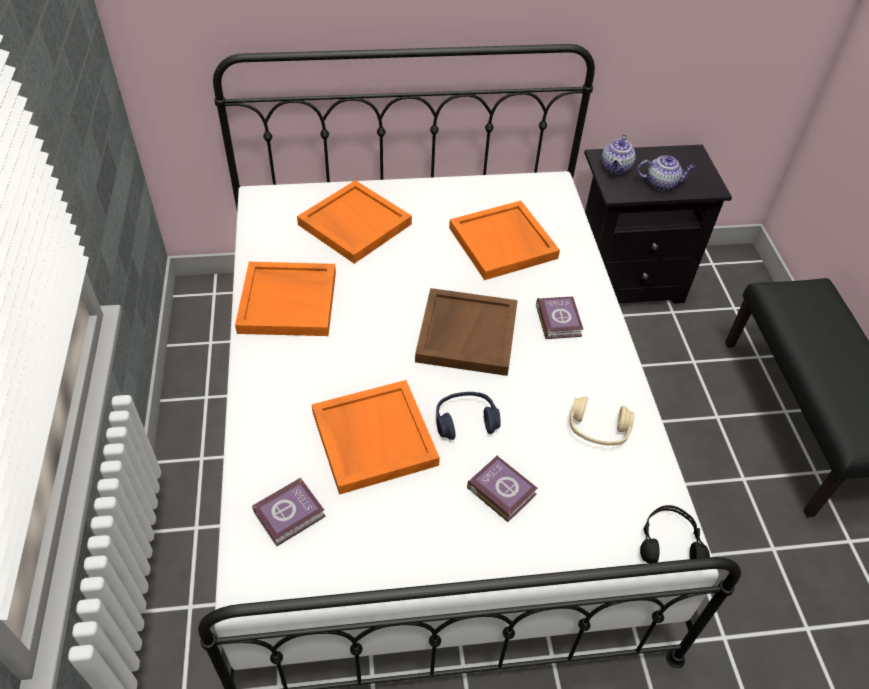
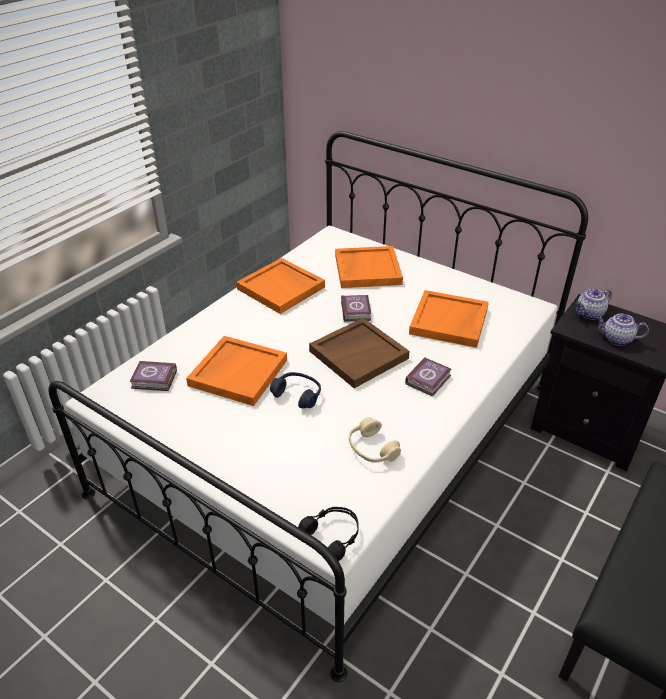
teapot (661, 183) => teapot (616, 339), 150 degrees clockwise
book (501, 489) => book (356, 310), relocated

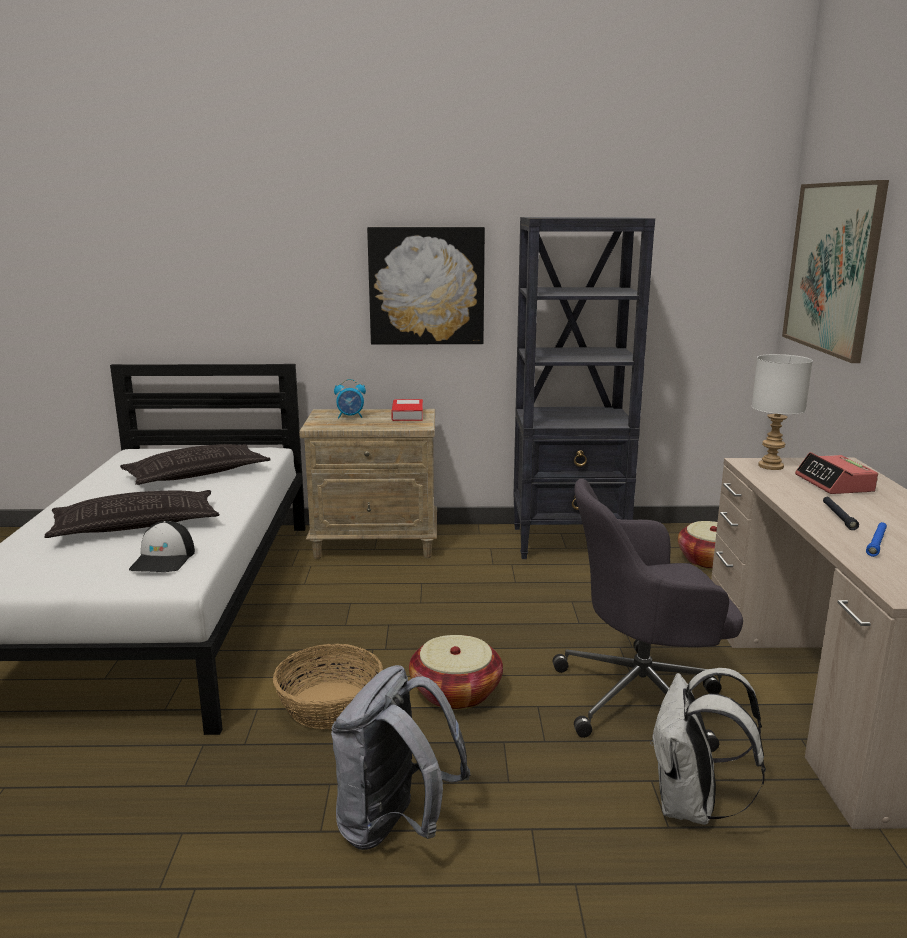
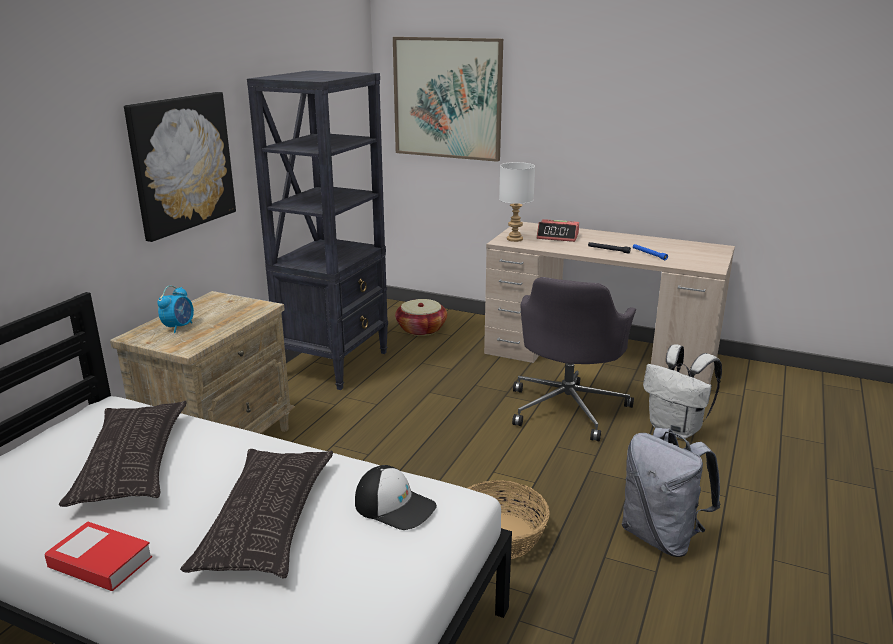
book (407, 414) => book (100, 562), relocated
basket (456, 692) => nothing

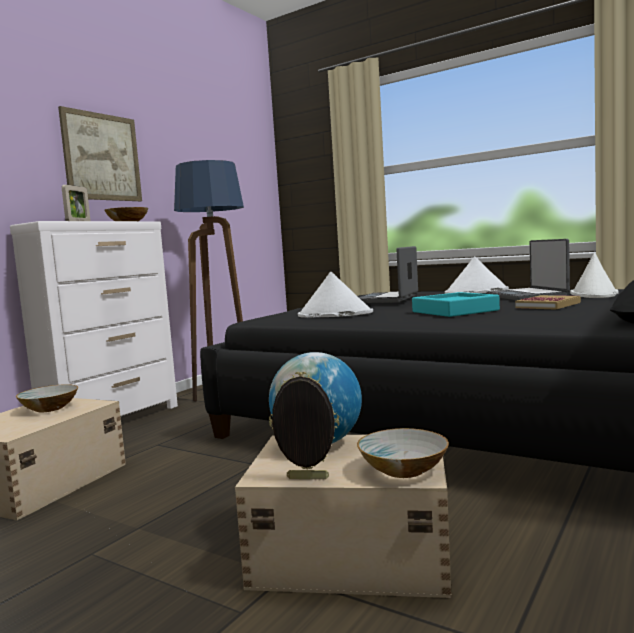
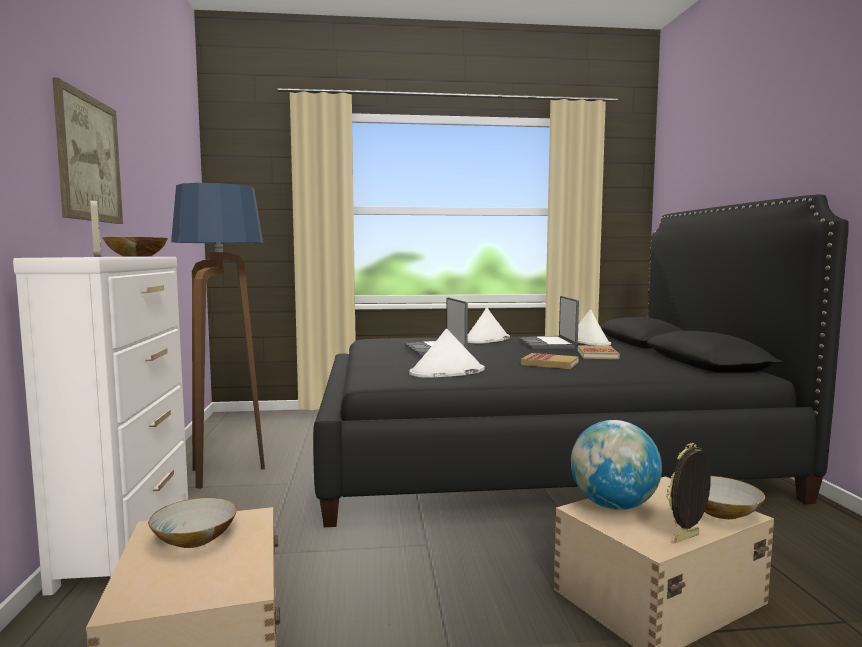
laptop (527, 296) => laptop (548, 344), 45 degrees clockwise
turquoise tray (455, 311) => book (550, 363)

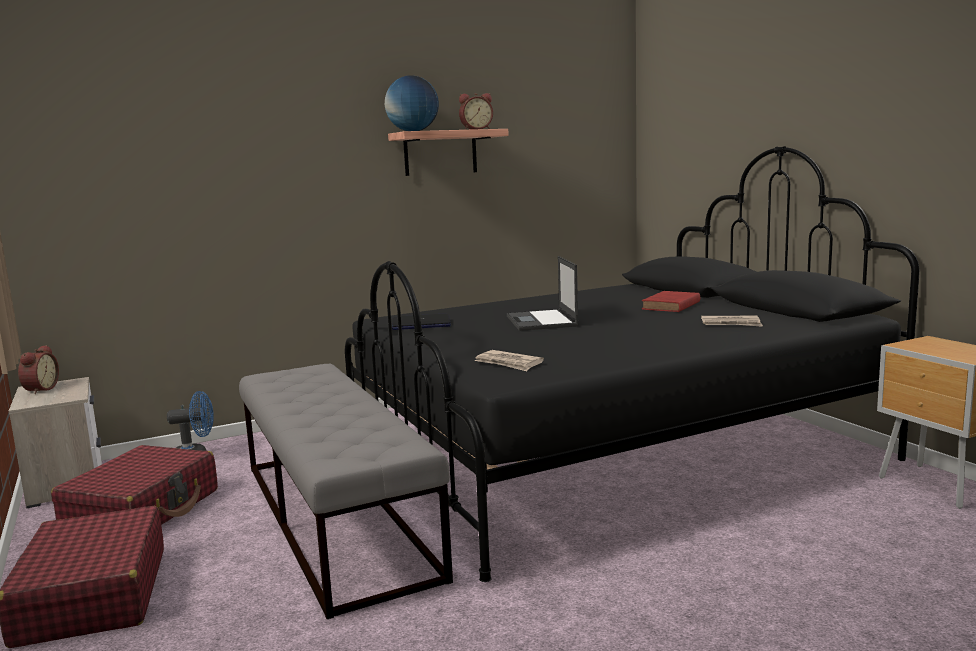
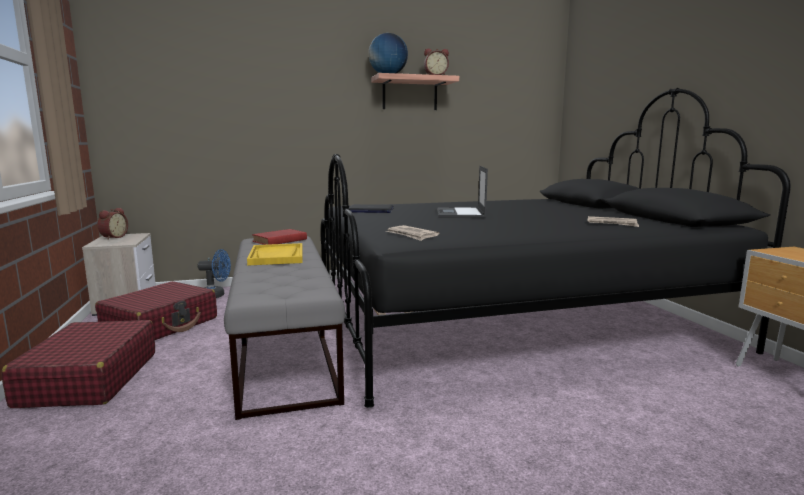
red book (670, 306) => red book (278, 241), relocated
nothing => yellow tray (277, 256)

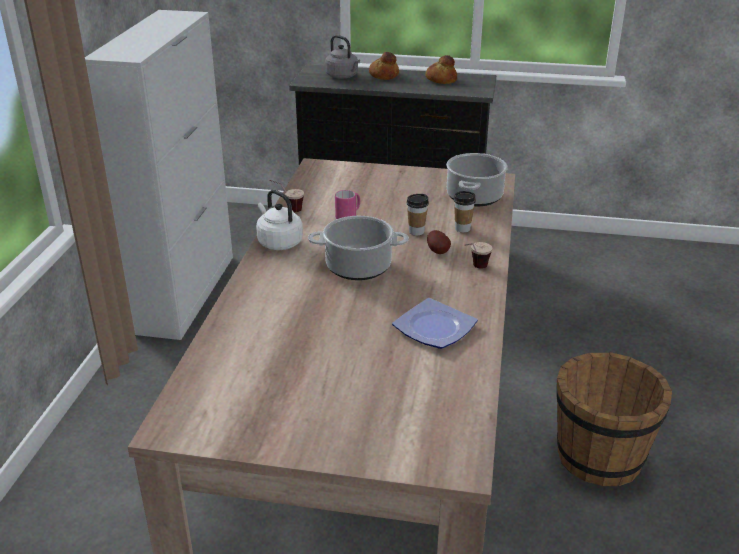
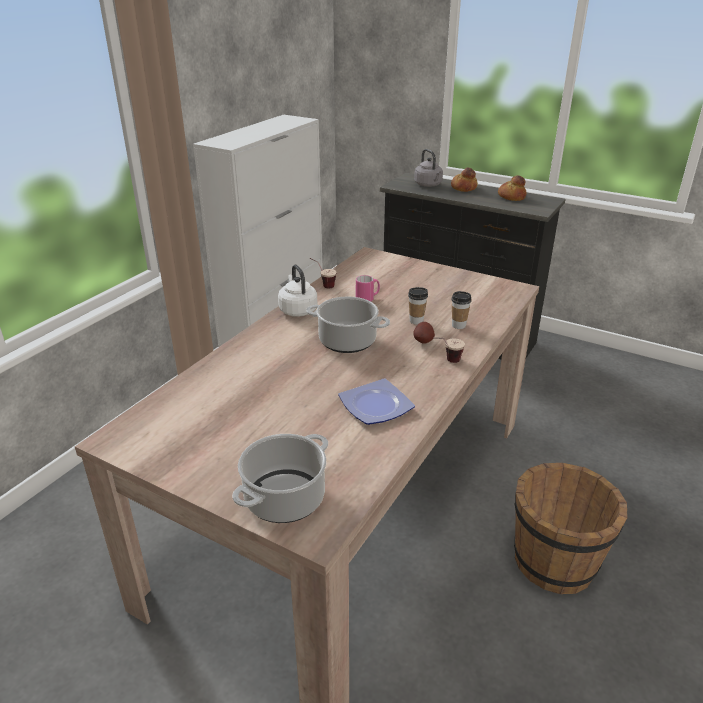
cooking pot (474, 196) => cooking pot (285, 497), relocated

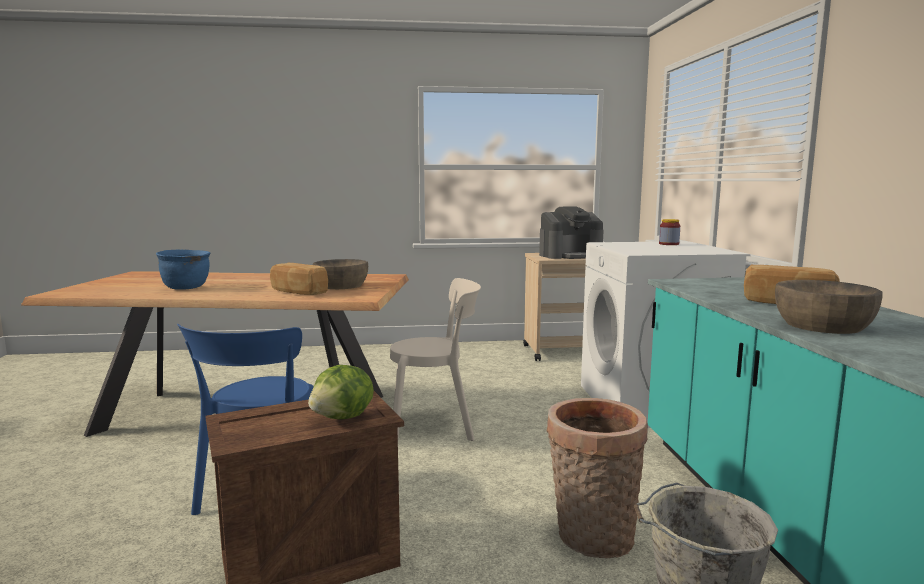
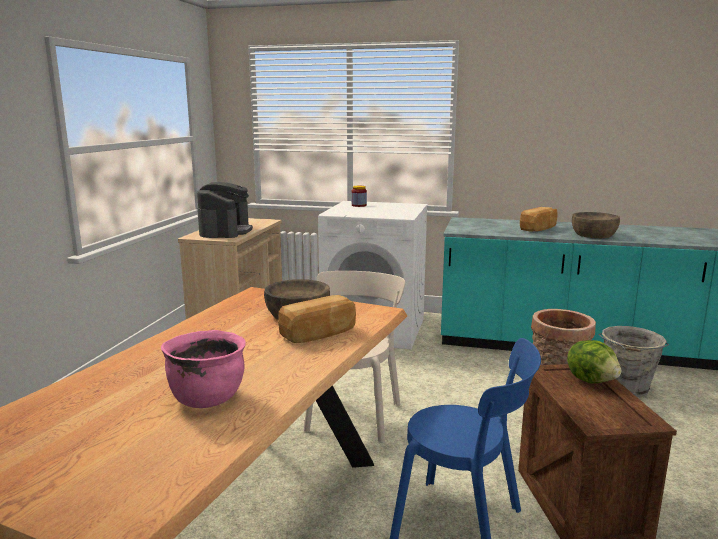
blue cooking pot (186, 288) => pink cooking pot (207, 398)

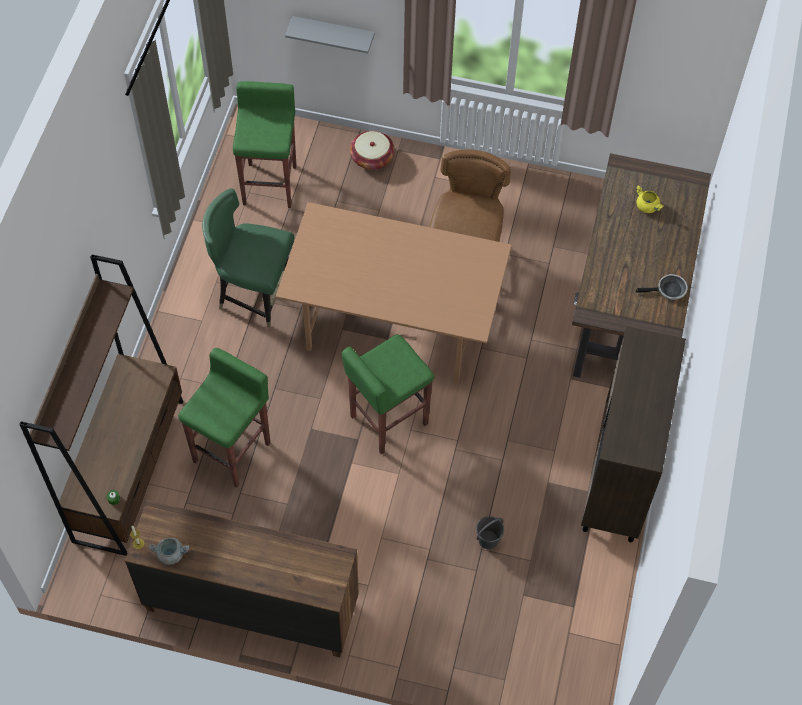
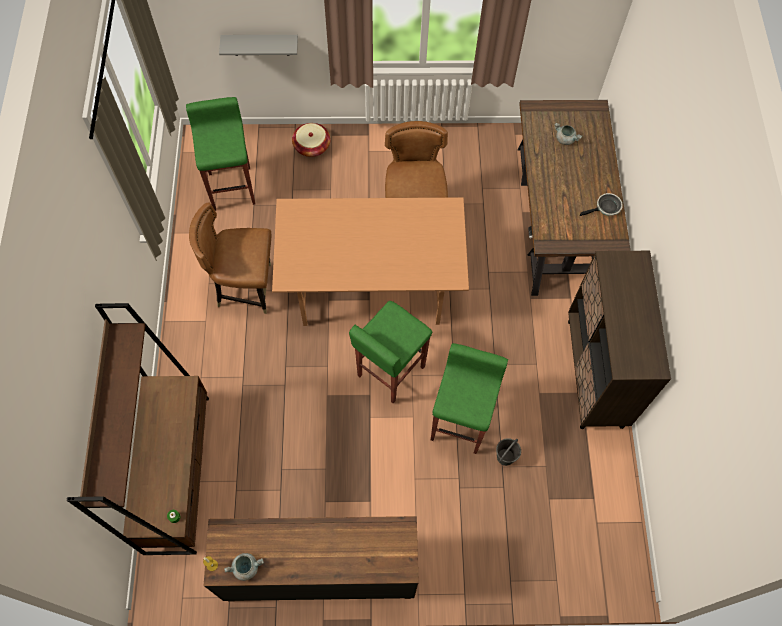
yellow cooking pot (647, 206) => grey cooking pot (565, 139)
green chair (254, 295) => brown chair (245, 287)
green stool (233, 452) => green stool (461, 422), relocated

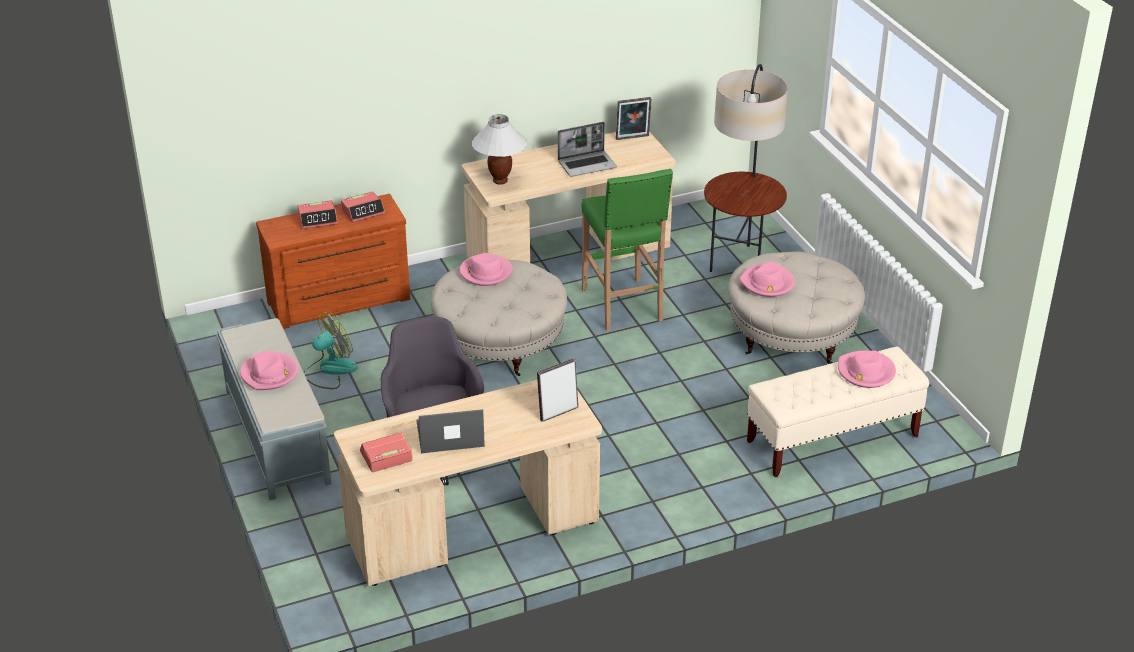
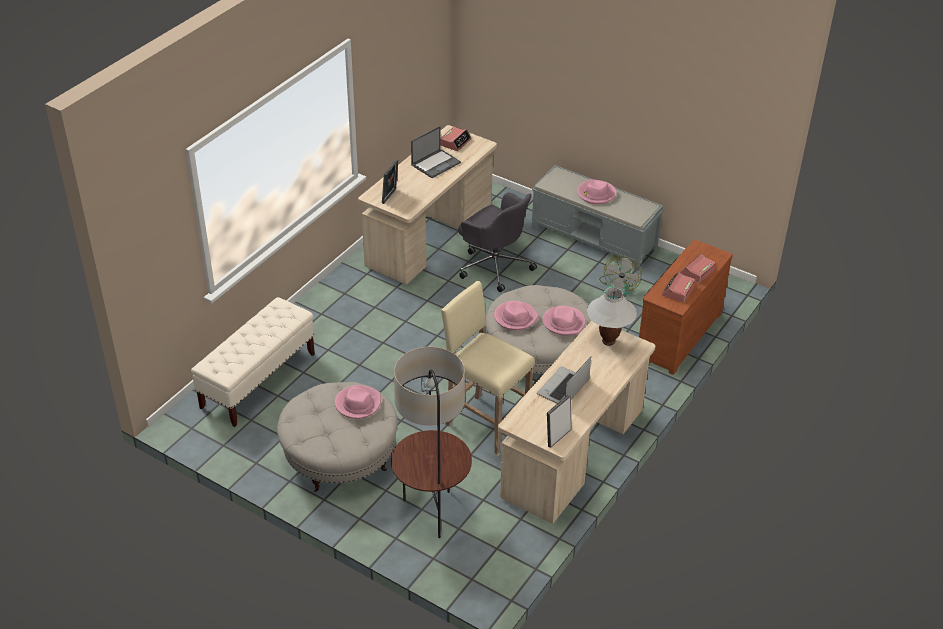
green stool (623, 306) => beige stool (485, 424)
pink hat (865, 372) => pink hat (515, 317), relocated

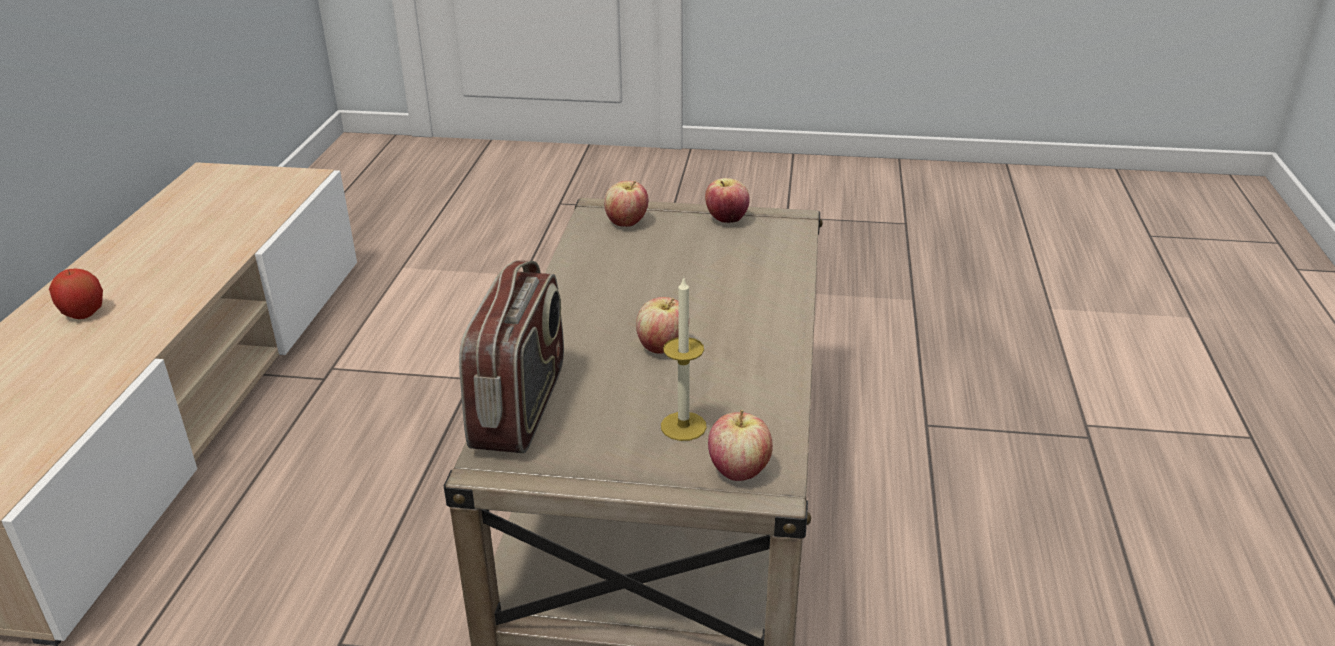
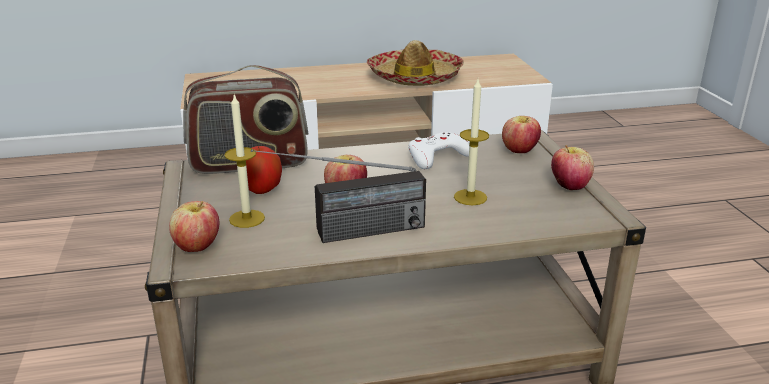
apple (83, 313) => apple (262, 189), relocated
nothing => hat (415, 77)
nothing => candle (470, 197)
nothing => white game controller (438, 156)
nothing => radio (343, 234)

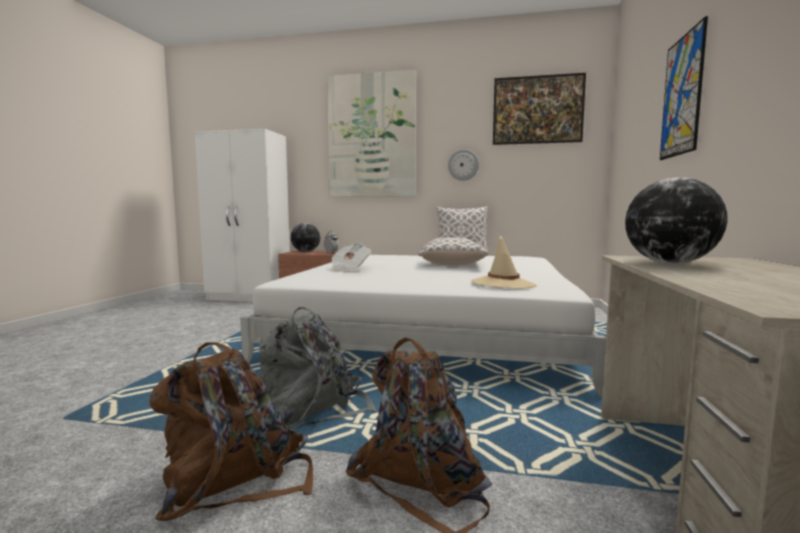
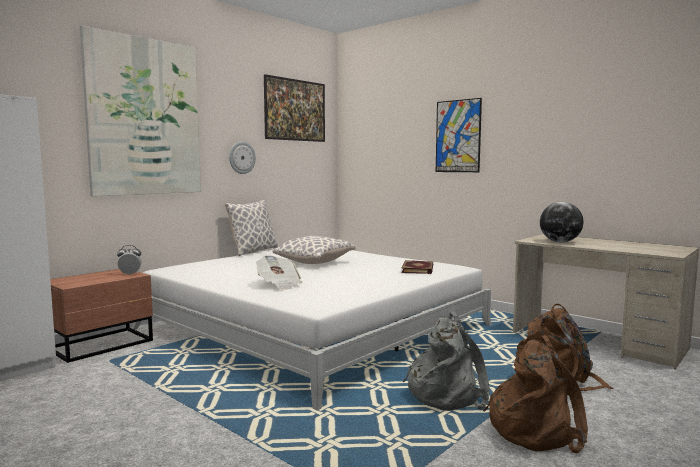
globe (306, 252) => nothing
beige hat (503, 284) => book (418, 269)

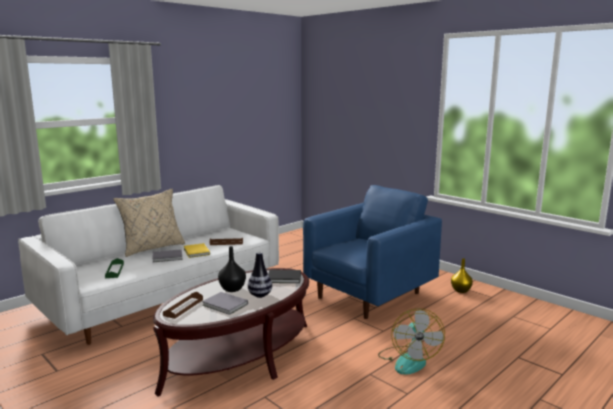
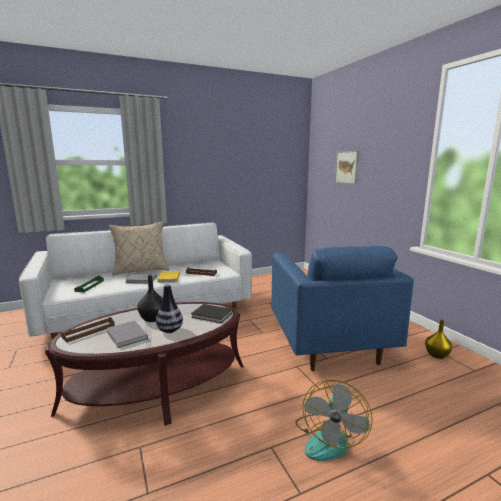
blue armchair (369, 295) => blue armchair (328, 343), 105 degrees clockwise
nothing => picture (346, 167)

